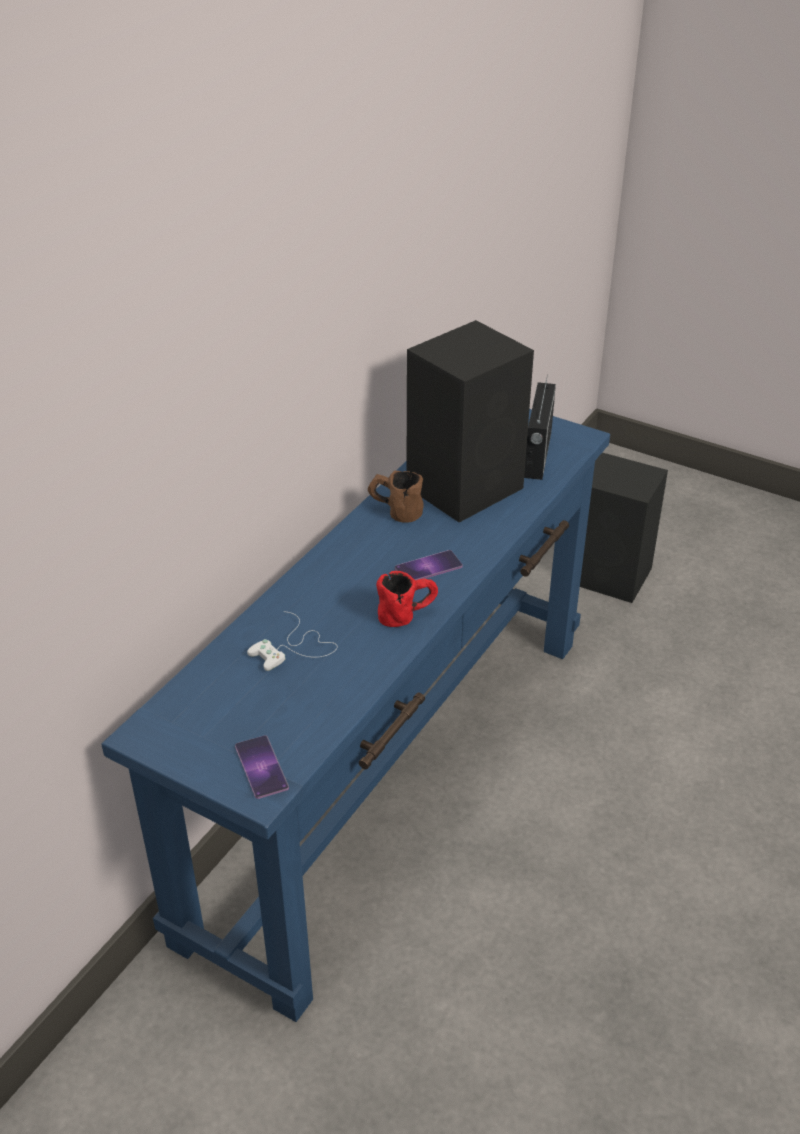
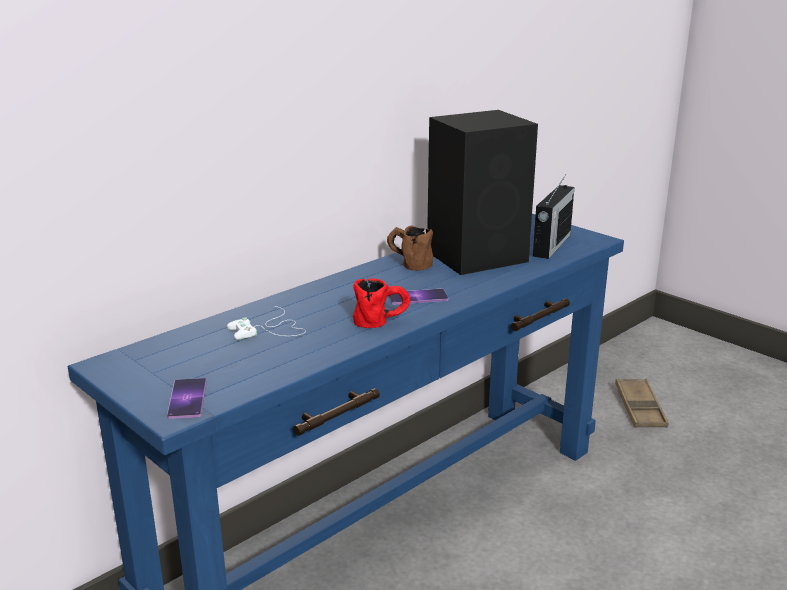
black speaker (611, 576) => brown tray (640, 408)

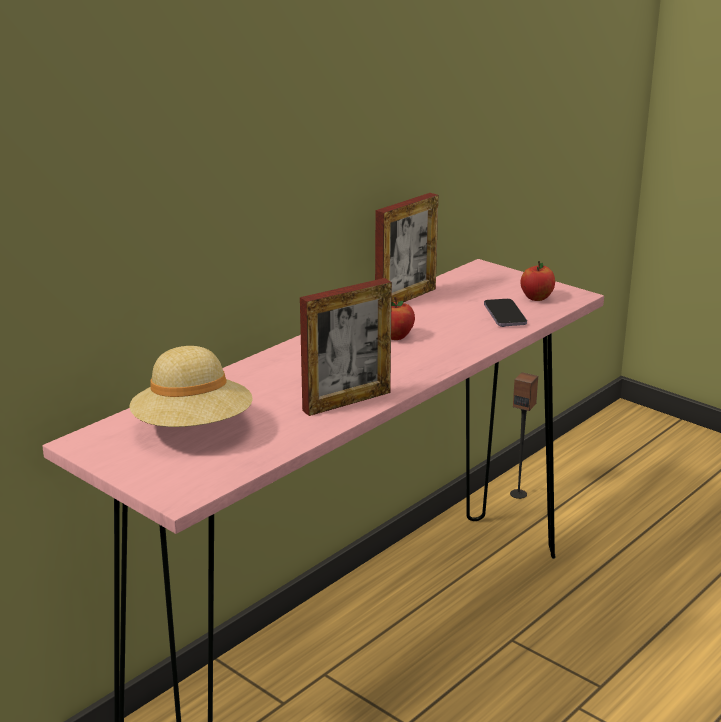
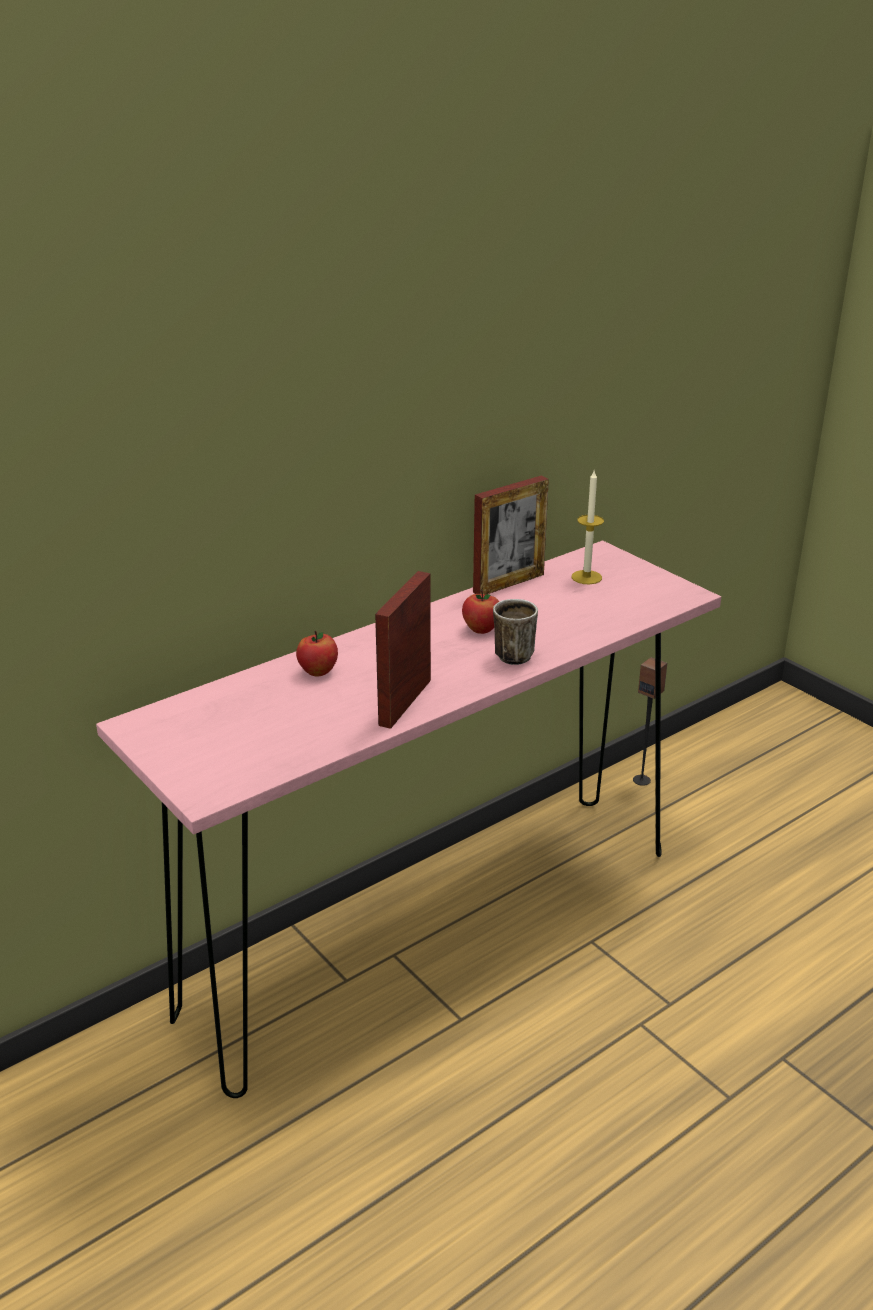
apple (536, 298) => apple (318, 672), relocated
picture frame (347, 401) => picture frame (405, 702), 135 degrees clockwise
phone (504, 315) => nothing
beige hat (193, 429) => nothing
nothing => candle (586, 577)
nothing => mug (513, 653)

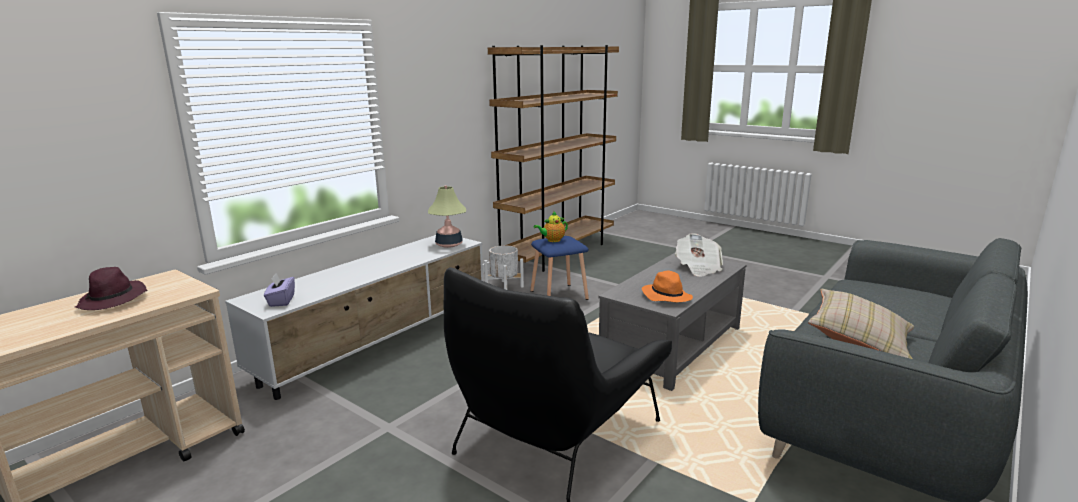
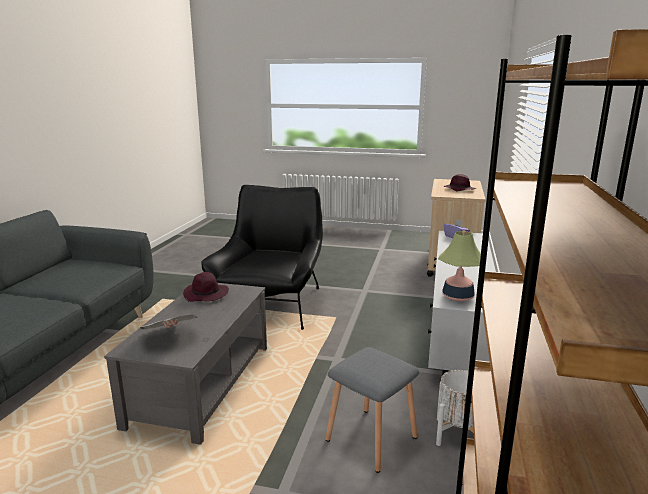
teapot (552, 240) => nothing
blue stool (559, 295) => grey stool (371, 439)
orange hat (666, 296) => purple hat (206, 295)
beige pillow (859, 344) => nothing

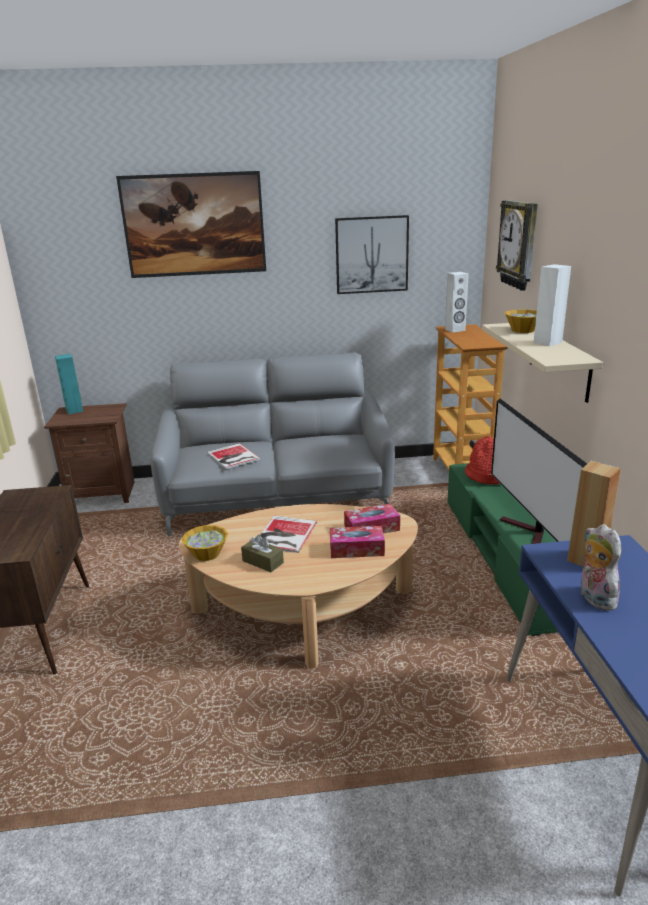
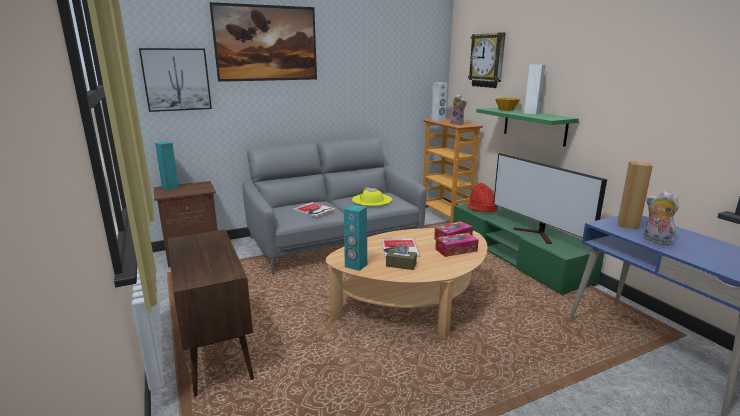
picture (371, 254) => picture (176, 79), relocated
beige shelf (559, 360) => green shelf (534, 126)
bowl (207, 554) => turquoise speaker (355, 266)
nothing => plush toy (457, 123)
nothing => yellow hat (372, 200)

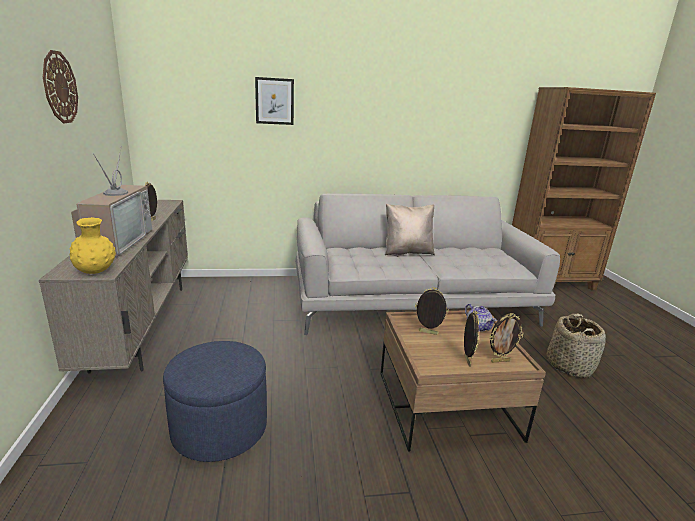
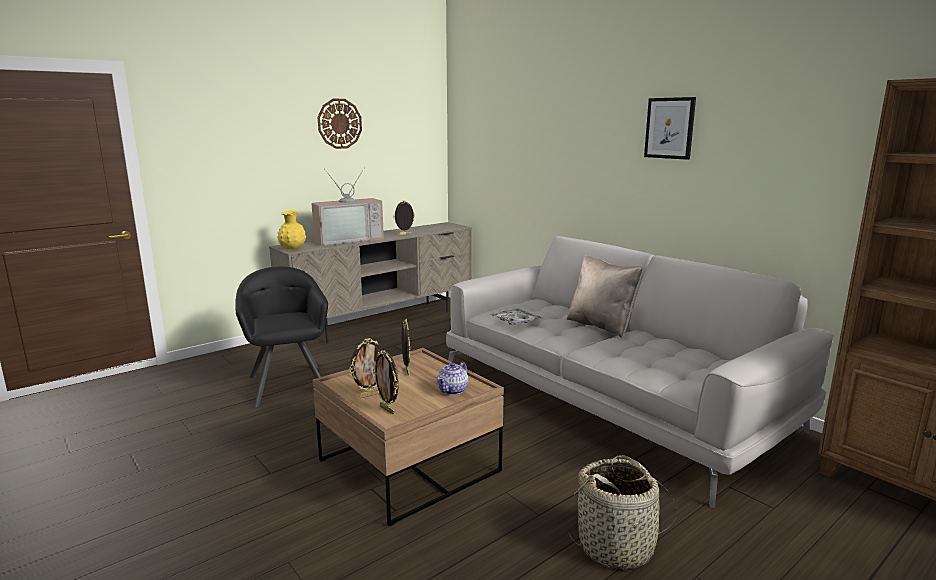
picture (274, 101) => picture (669, 128), relocated
blue ottoman (219, 428) => black armchair (288, 385)
nothing => tray (516, 321)

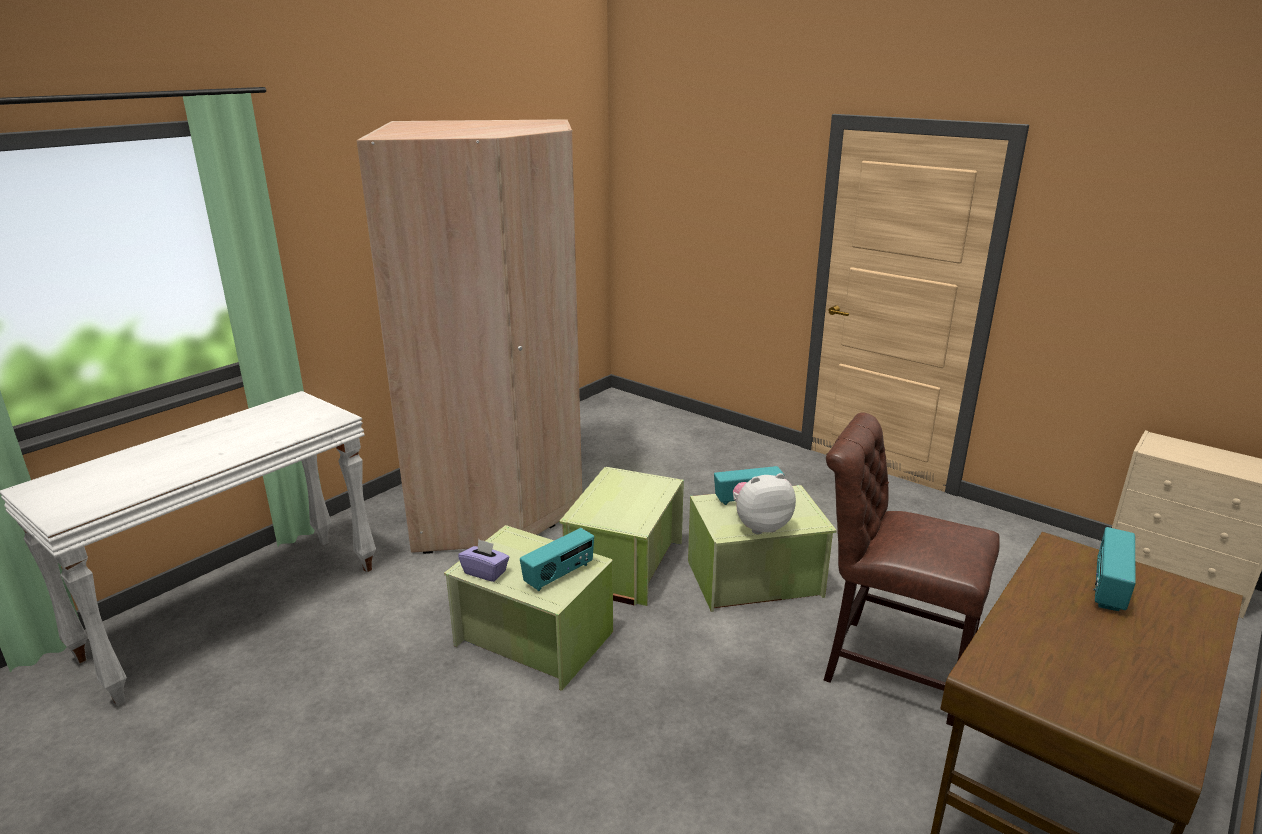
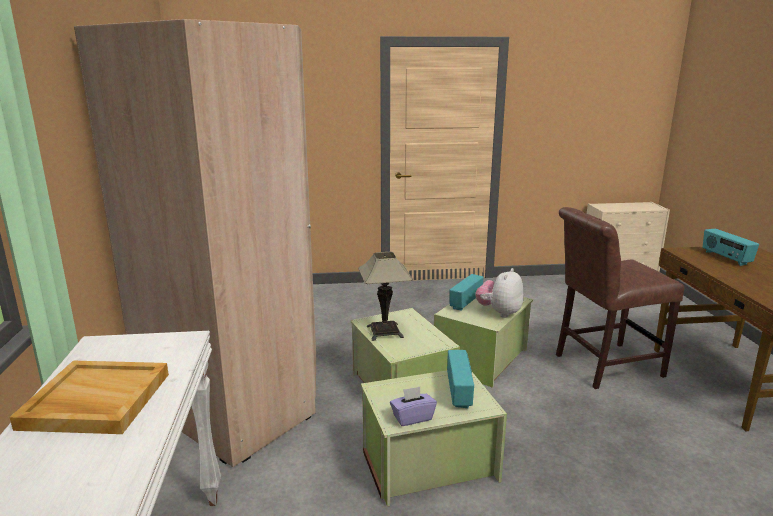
nothing => table lamp (384, 332)
nothing => beige tray (95, 401)

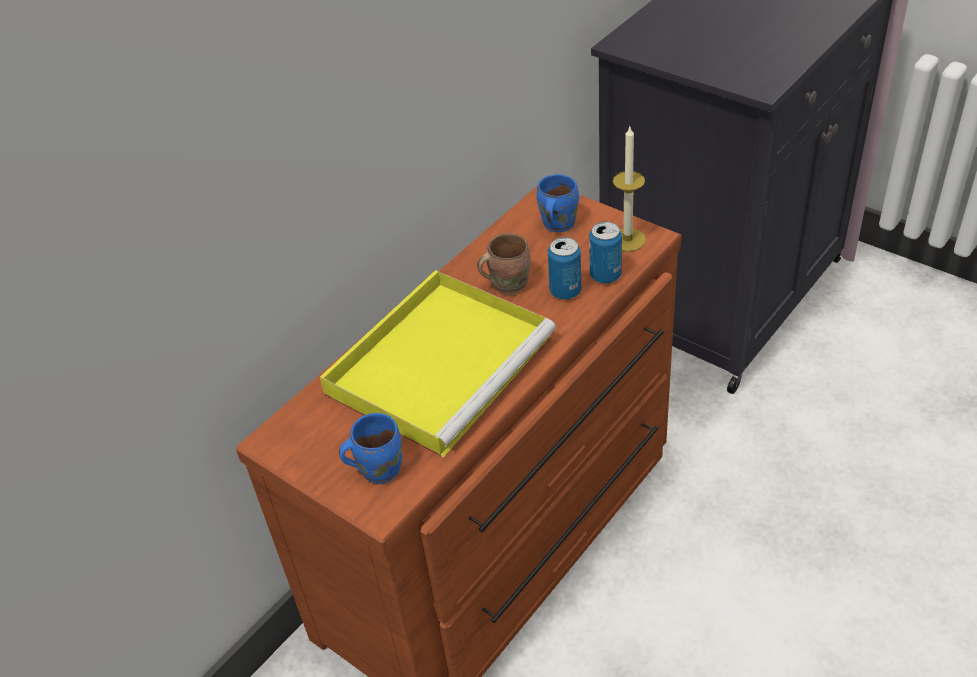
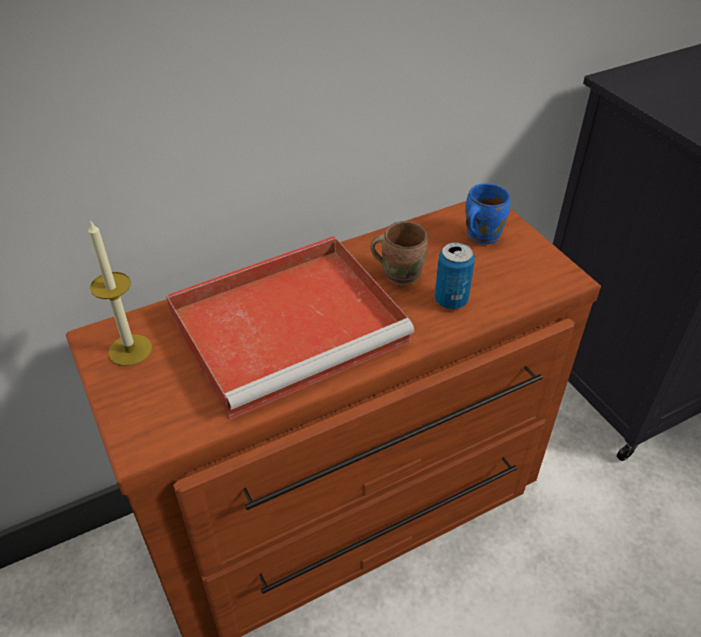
candle (627, 240) => candle (130, 350), relocated
can (605, 275) => nothing
yellow tray (442, 363) => red tray (292, 325)
blue mug (378, 468) => nothing

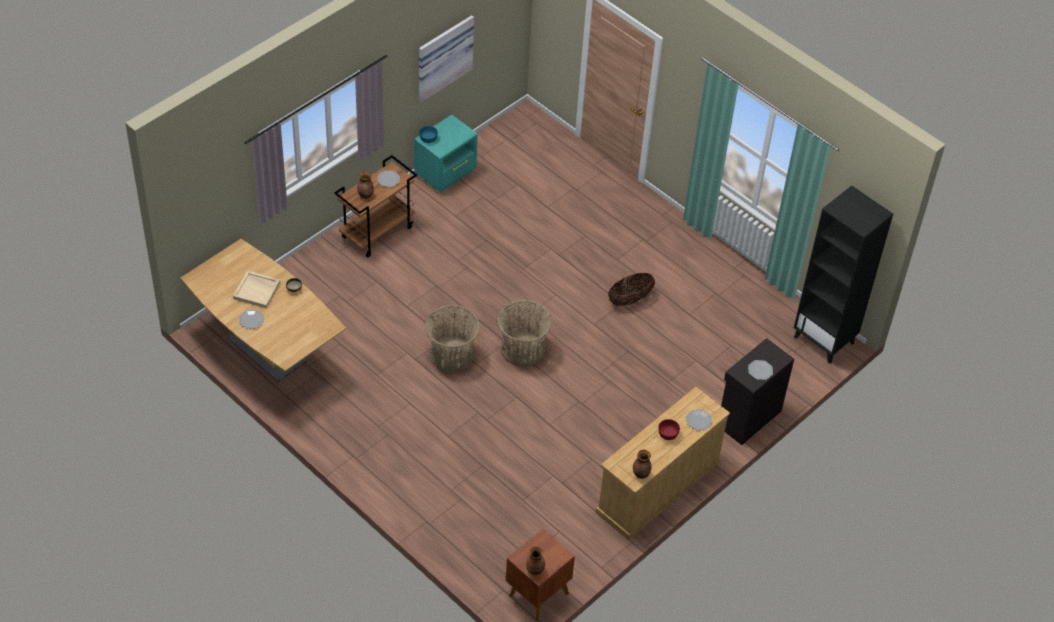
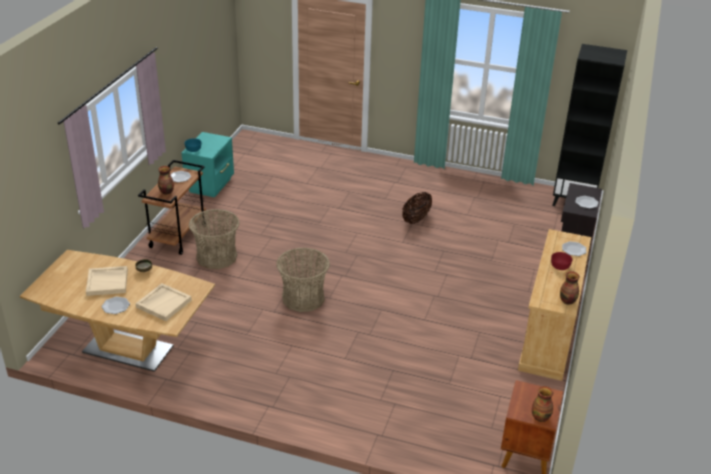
picture (443, 56) => nothing
basket (522, 349) => basket (216, 257), relocated
nothing => beige tray (164, 303)

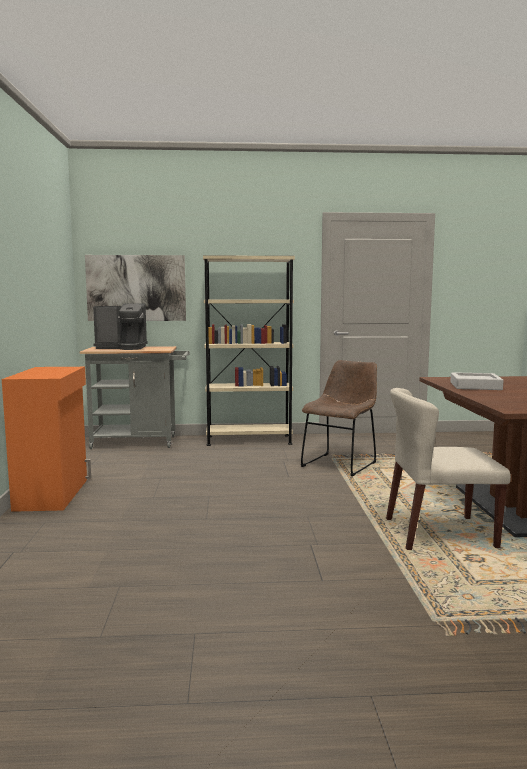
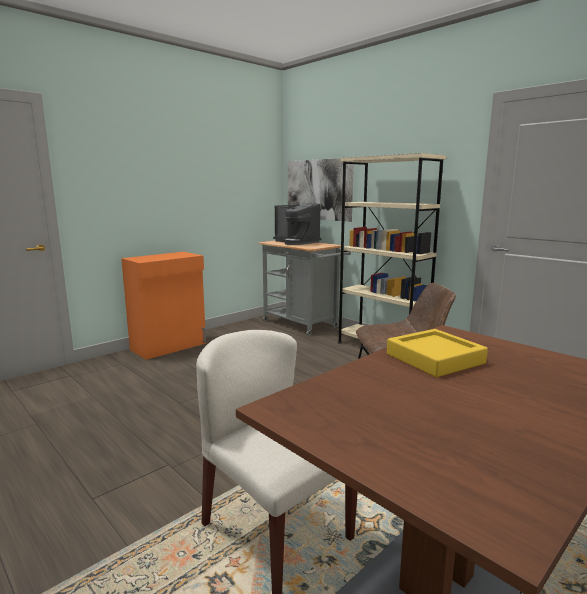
grey tray (475, 386) => yellow tray (434, 358)

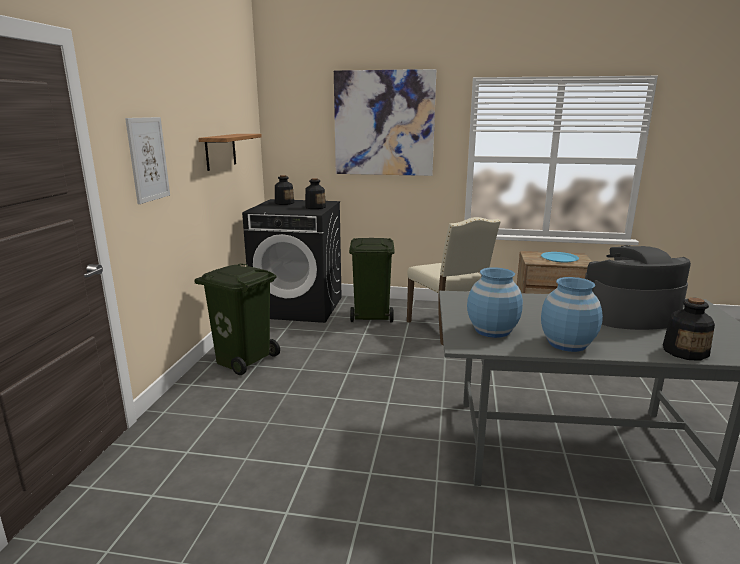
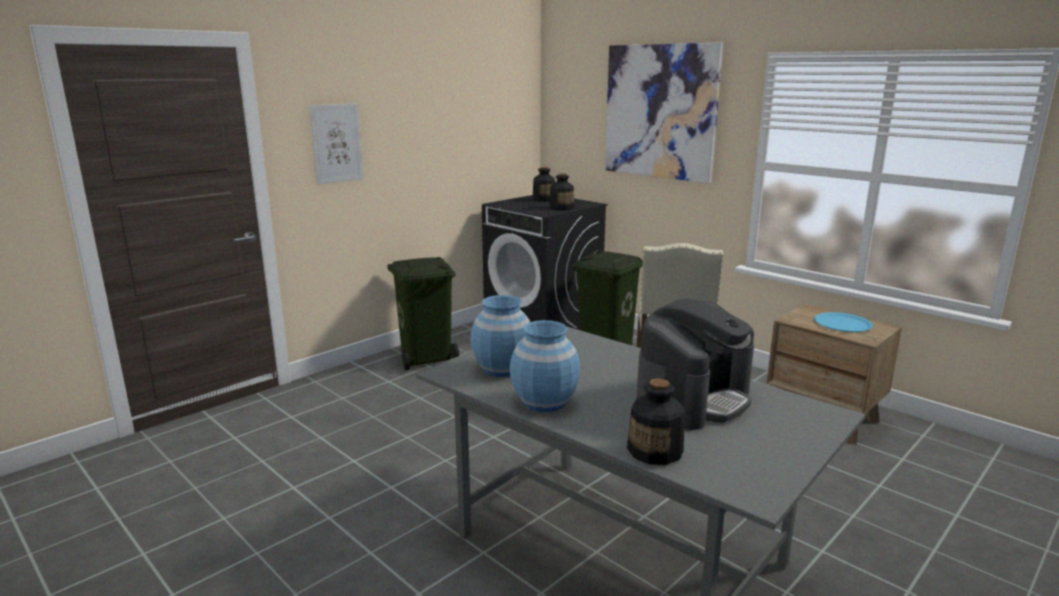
shelf (220, 151) => nothing
coffee machine (629, 315) => coffee machine (693, 398), 105 degrees clockwise

